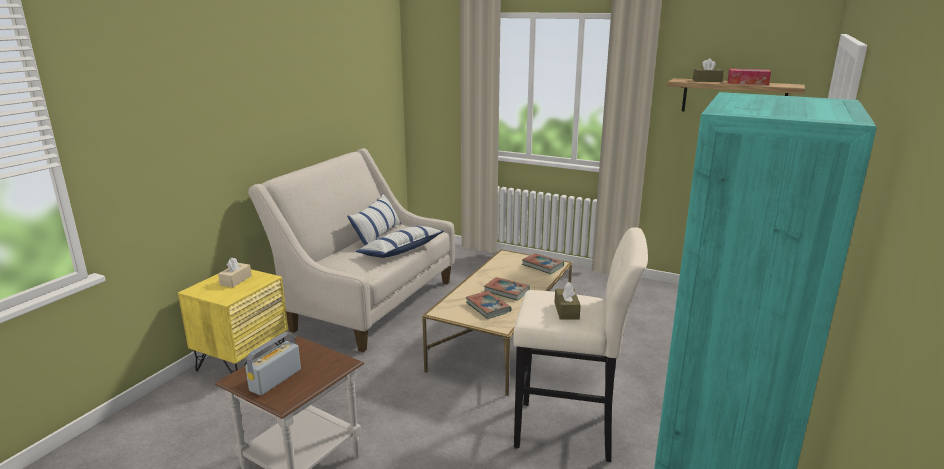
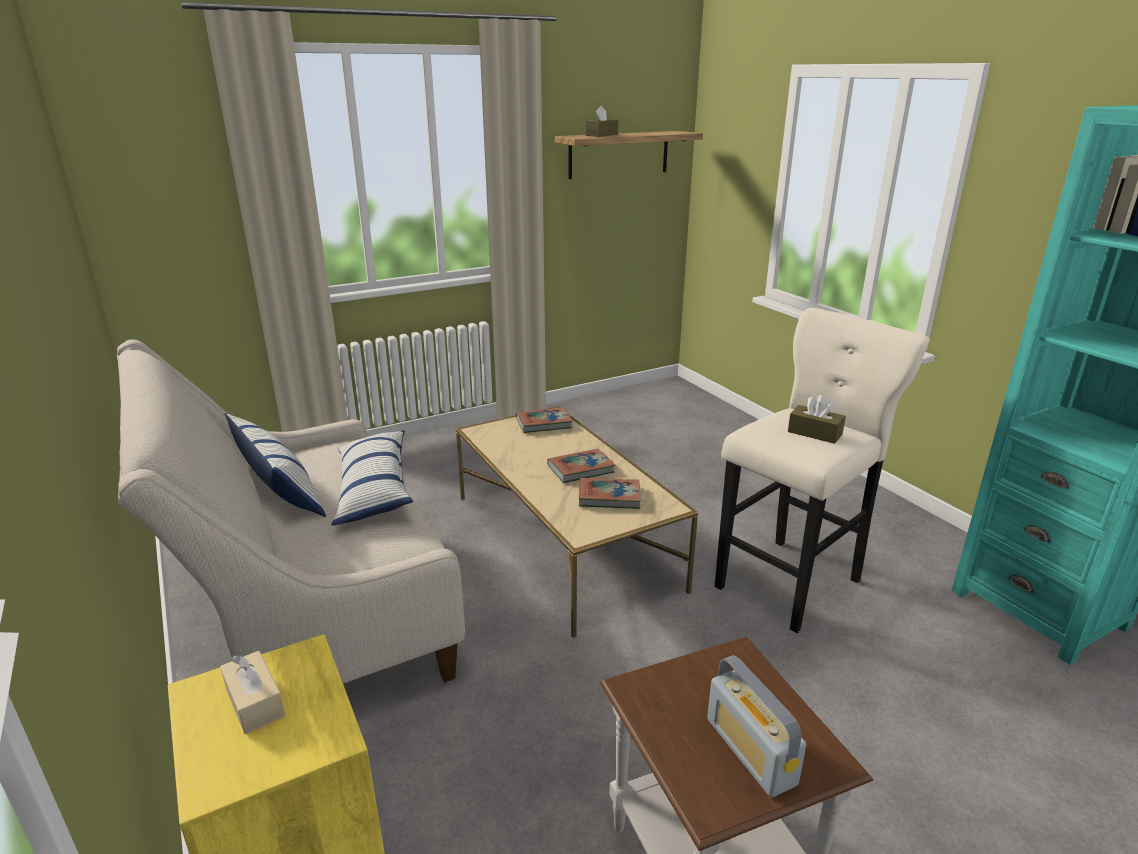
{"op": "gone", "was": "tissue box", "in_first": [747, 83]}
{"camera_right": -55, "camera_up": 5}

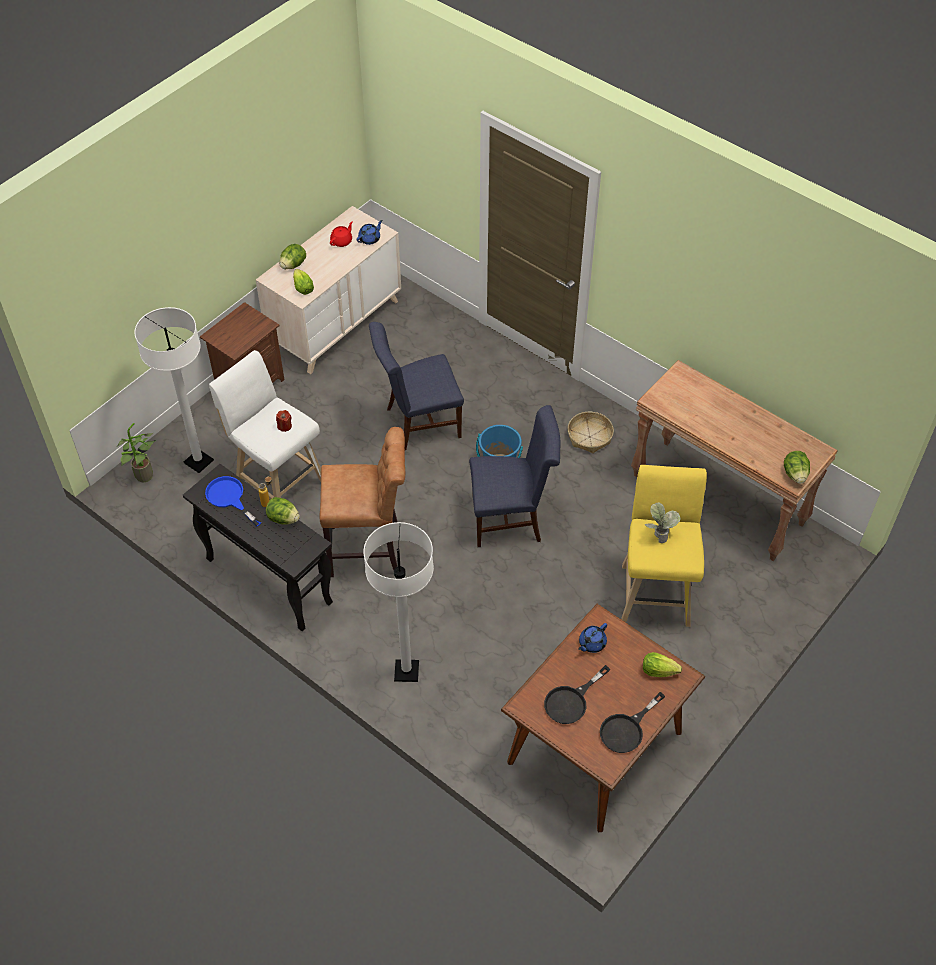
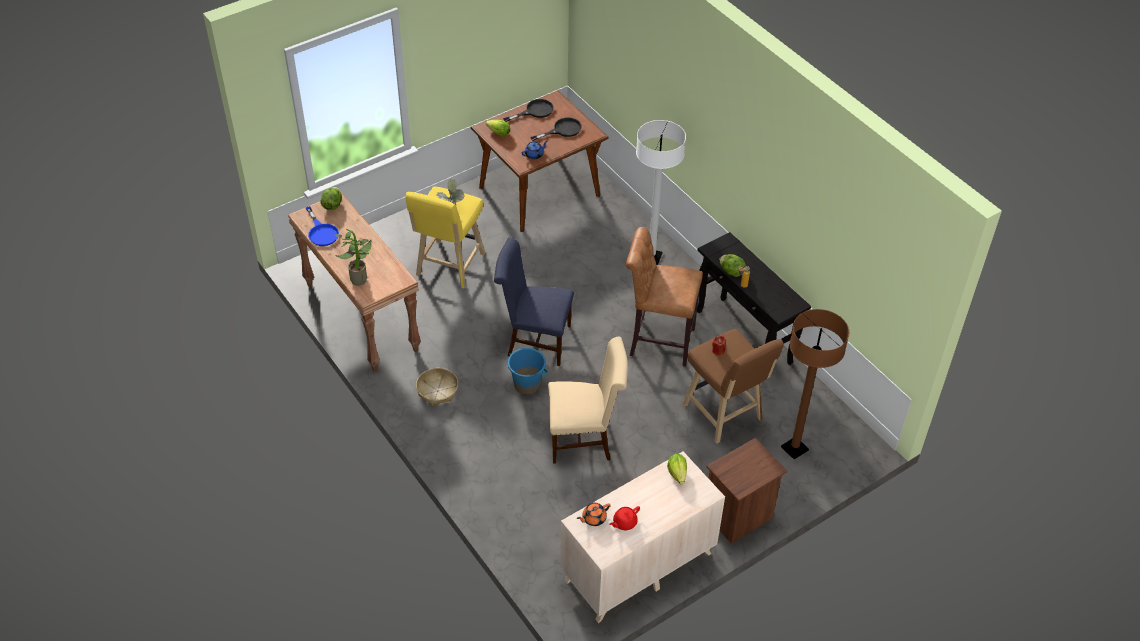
{"op": "shifted", "was": "potted plant", "in_first": [144, 478], "in_second": [359, 278]}
{"op": "repainted", "was": "floor lamp/white", "now": "floor lamp/brownish", "in_first": [198, 462], "in_second": [794, 448]}
{"op": "shifted", "was": "pan/bluish", "in_first": [229, 498], "in_second": [321, 232]}
{"op": "repainted", "was": "stool/white", "now": "stool/brownish", "in_first": [277, 480], "in_second": [725, 415]}
{"op": "gone", "was": "lettuce", "in_first": [293, 265]}
{"op": "repainted", "was": "teapot/bluish", "now": "teapot/orange", "in_first": [370, 239], "in_second": [593, 518]}
{"op": "repainted", "was": "chair/bluish", "now": "chair/sand-coloured", "in_first": [418, 423], "in_second": [585, 438]}
{"camera_right": -165, "camera_up": -5}

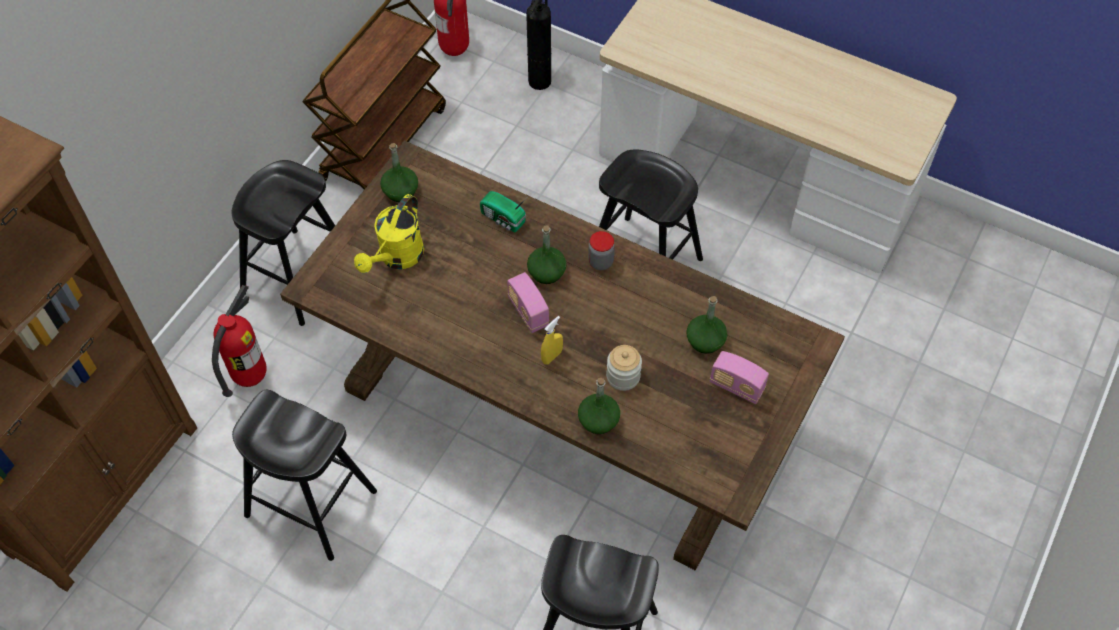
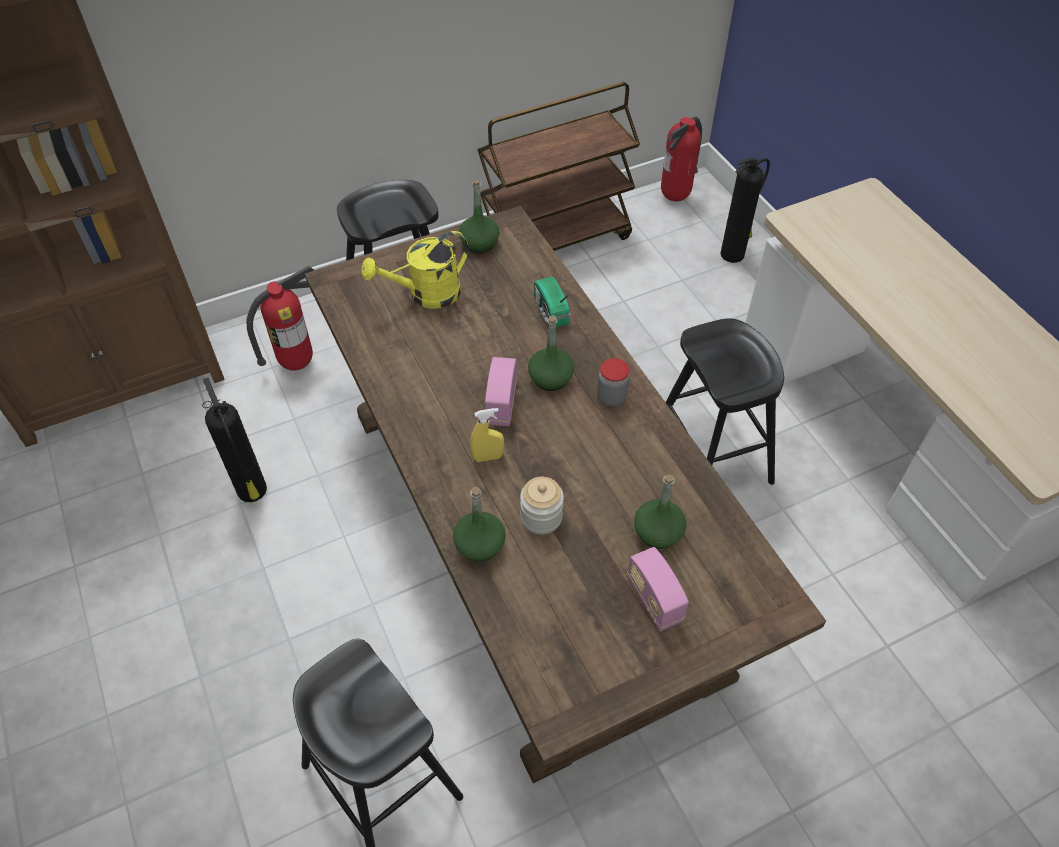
{"op": "swapped", "was": "stool/black-coloured", "now": "extinguisher", "in_first": [311, 503], "in_second": [253, 492]}
{"camera_right": 35, "camera_up": -5}

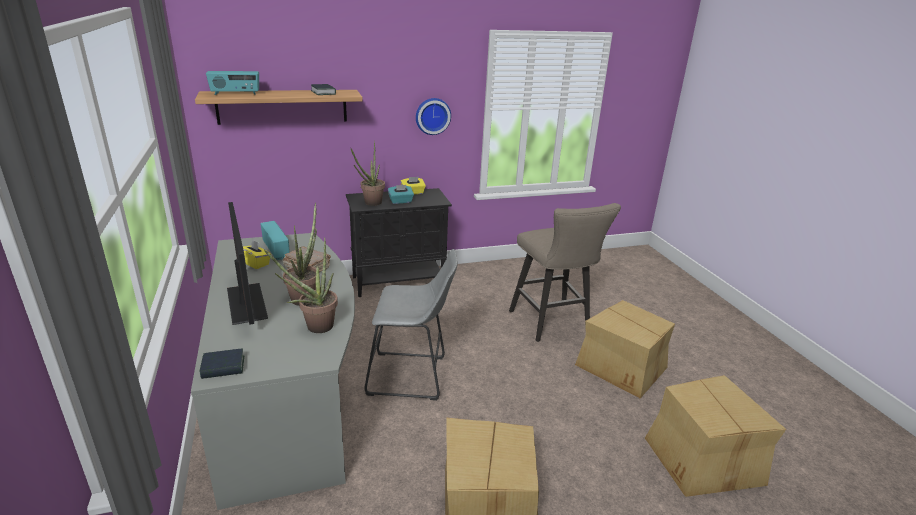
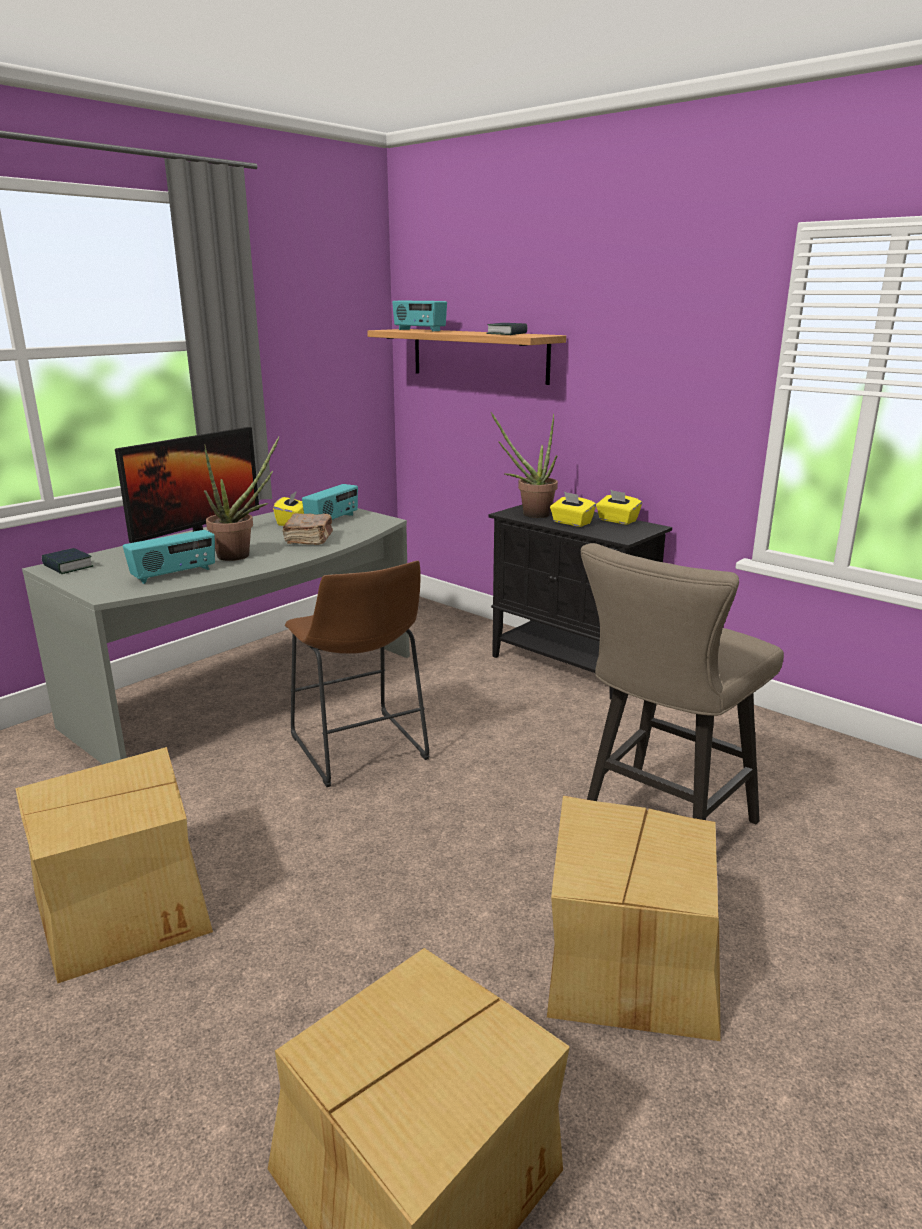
{"op": "swapped", "was": "potted plant", "now": "radio set", "in_first": [314, 327], "in_second": [174, 575]}
{"op": "repainted", "was": "stool/greyish", "now": "stool/brownish", "in_first": [412, 376], "in_second": [360, 751]}
{"op": "repainted", "was": "tissue box/blue-green", "now": "tissue box/yellowish", "in_first": [401, 201], "in_second": [571, 523]}
{"op": "gone", "was": "hanging clock", "in_first": [432, 116]}
{"camera_right": 60, "camera_up": -5}

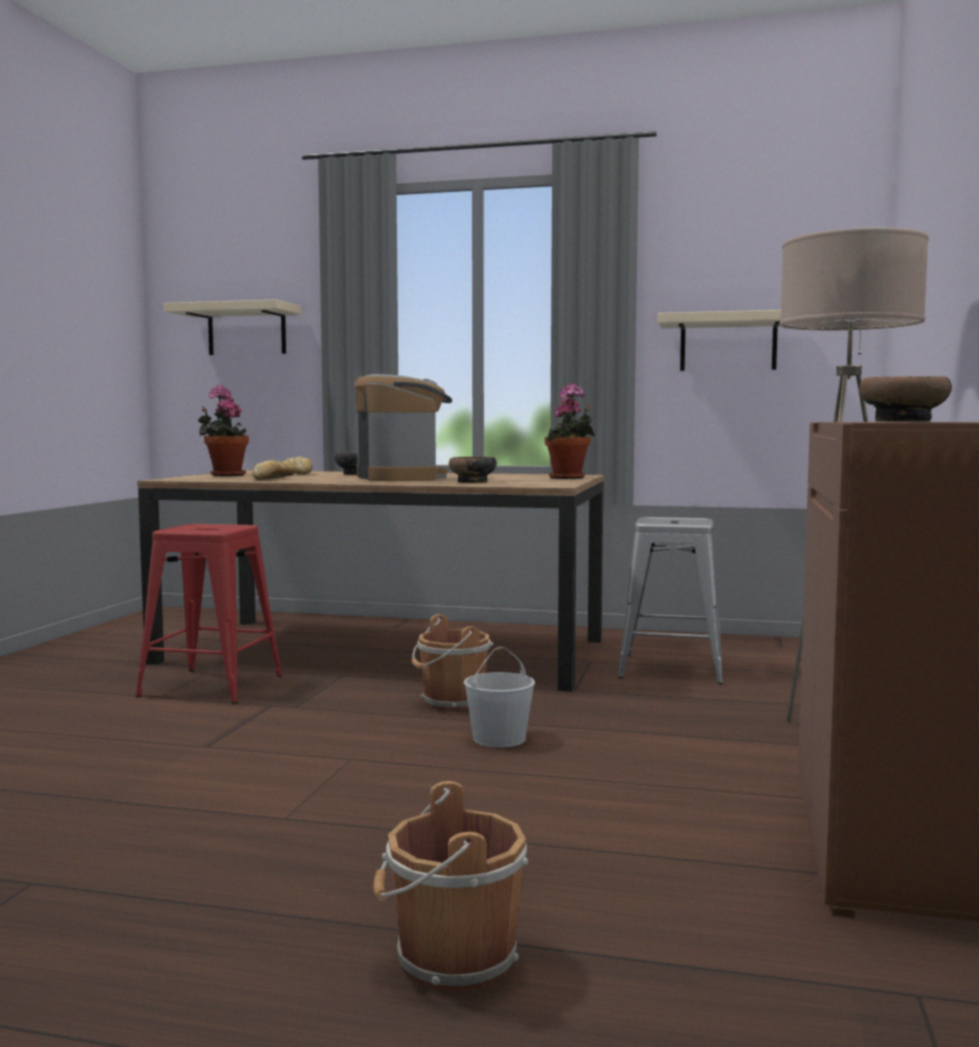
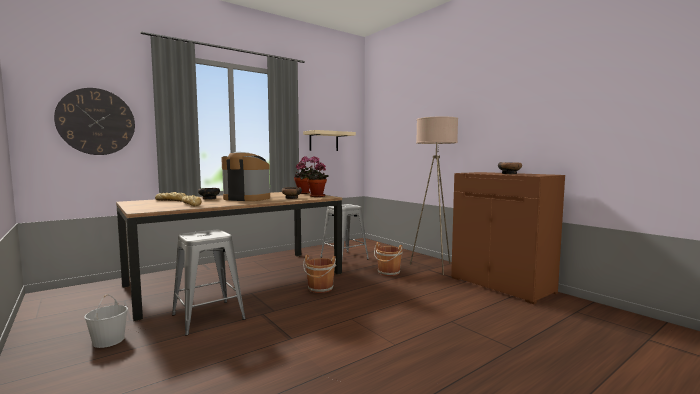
{"op": "repainted", "was": "stool/reddish", "now": "stool/greyish", "in_first": [211, 686], "in_second": [208, 317]}
{"op": "swapped", "was": "bracket shelf/sand-coloured", "now": "hanging clock", "in_first": [247, 331], "in_second": [96, 122]}
{"op": "shifted", "was": "potted plant", "in_first": [225, 475], "in_second": [316, 196]}
{"op": "shifted", "was": "water bucket/brownish", "in_first": [450, 960], "in_second": [388, 273]}
{"op": "shifted", "was": "water bucket/white", "in_first": [499, 739], "in_second": [108, 341]}
{"camera_right": -50, "camera_up": 0}

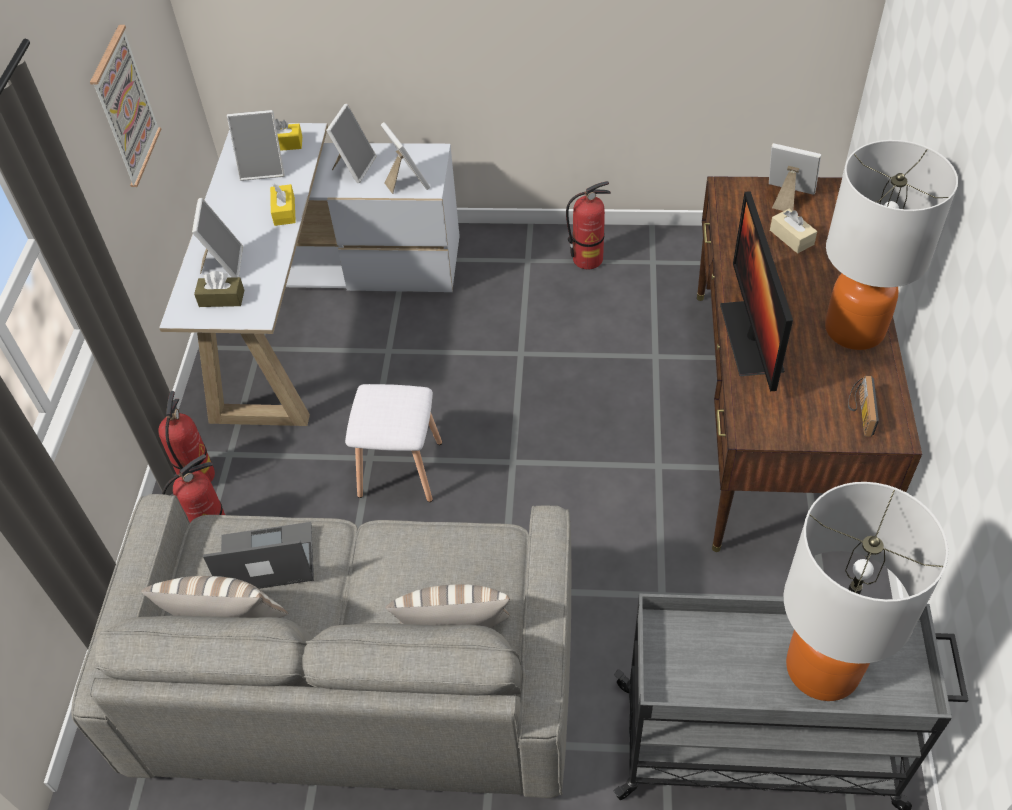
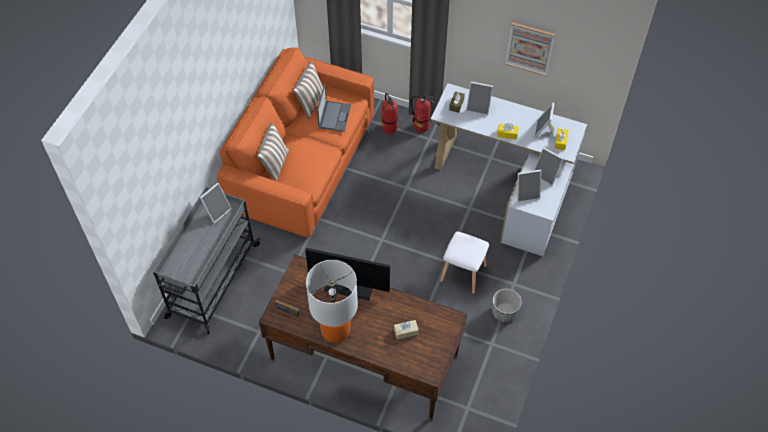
{"op": "repainted", "was": "sofa/greyish", "now": "sofa/orange", "in_first": [356, 679], "in_second": [302, 162]}
{"op": "shifted", "was": "stool/white", "in_first": [401, 470], "in_second": [462, 273]}
{"op": "swapped", "was": "extinguisher", "now": "plant pot", "in_first": [587, 259], "in_second": [504, 312]}
{"op": "shifted", "was": "standing frame", "in_first": [787, 197], "in_second": [217, 211]}
{"op": "gone", "was": "table lamp", "in_first": [822, 669]}
{"camera_right": 105, "camera_up": 5}

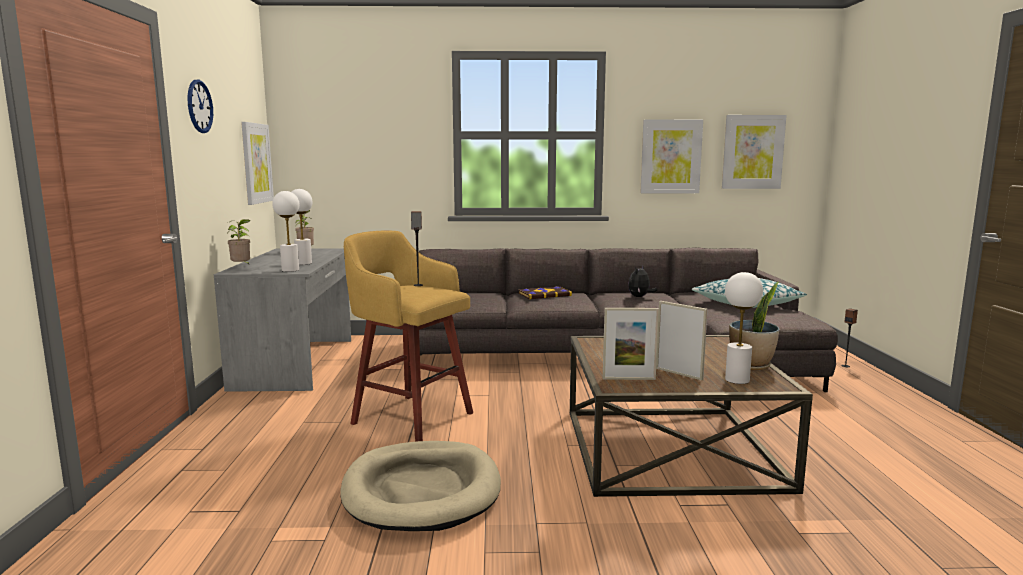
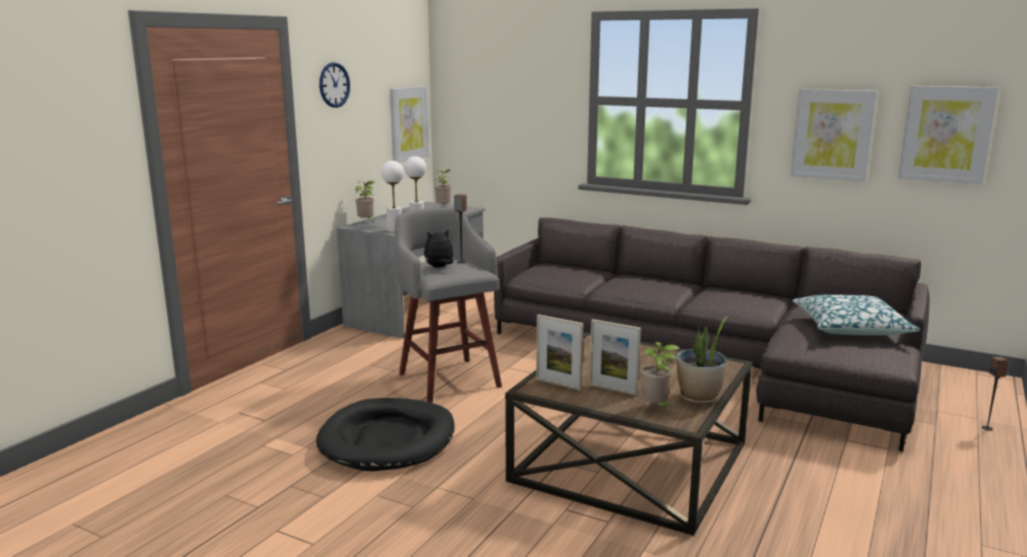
{"op": "repainted", "was": "pet bed/sand-coloured", "now": "pet bed/black-coloured", "in_first": [422, 491], "in_second": [388, 439]}
{"op": "repainted", "was": "stool/yellowish", "now": "stool/greyish", "in_first": [410, 417], "in_second": [448, 379]}
{"op": "gone", "was": "book", "in_first": [544, 294]}
{"op": "shifted", "was": "cuddly toy", "in_first": [640, 297], "in_second": [439, 267]}
{"op": "rotated", "was": "standing frame", "in_first": [679, 374], "in_second": [613, 389], "clockwise": 135}
{"op": "swapped", "was": "table lamp/white", "now": "potted plant", "in_first": [737, 380], "in_second": [656, 408]}
{"camera_right": 30, "camera_up": 5}

